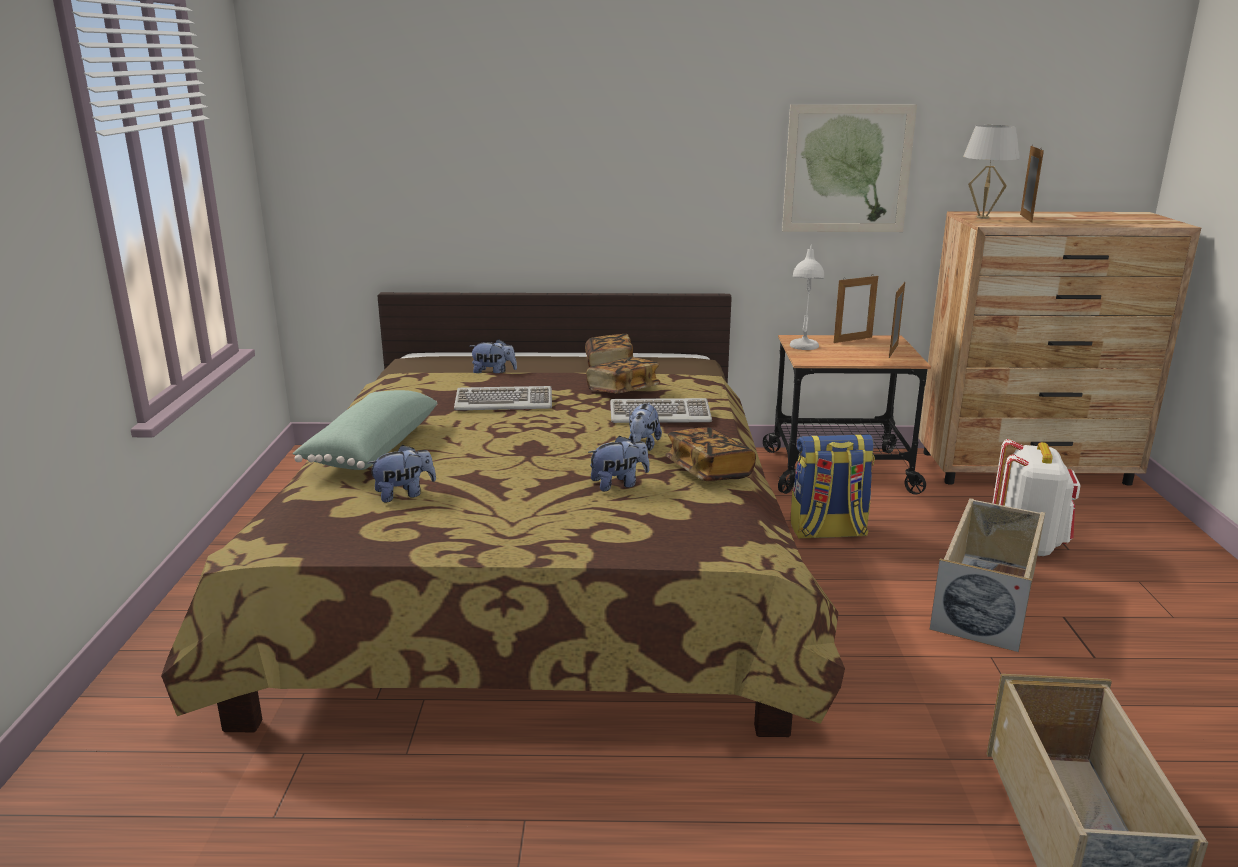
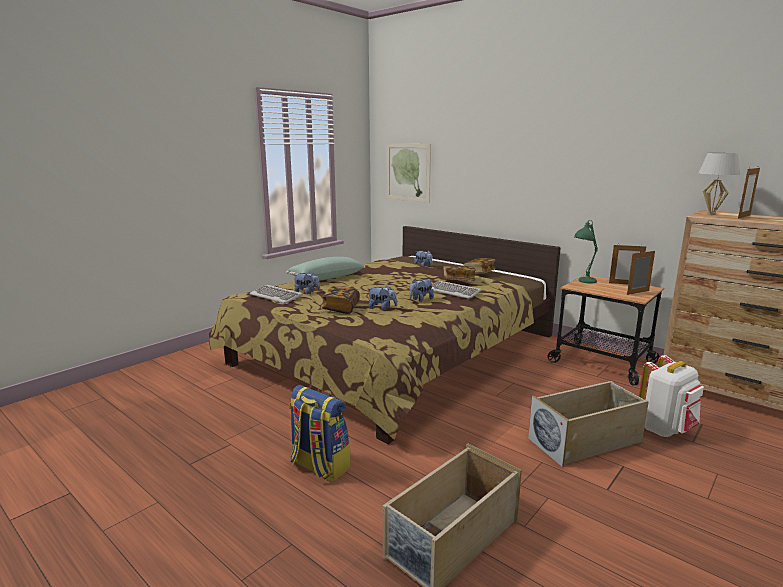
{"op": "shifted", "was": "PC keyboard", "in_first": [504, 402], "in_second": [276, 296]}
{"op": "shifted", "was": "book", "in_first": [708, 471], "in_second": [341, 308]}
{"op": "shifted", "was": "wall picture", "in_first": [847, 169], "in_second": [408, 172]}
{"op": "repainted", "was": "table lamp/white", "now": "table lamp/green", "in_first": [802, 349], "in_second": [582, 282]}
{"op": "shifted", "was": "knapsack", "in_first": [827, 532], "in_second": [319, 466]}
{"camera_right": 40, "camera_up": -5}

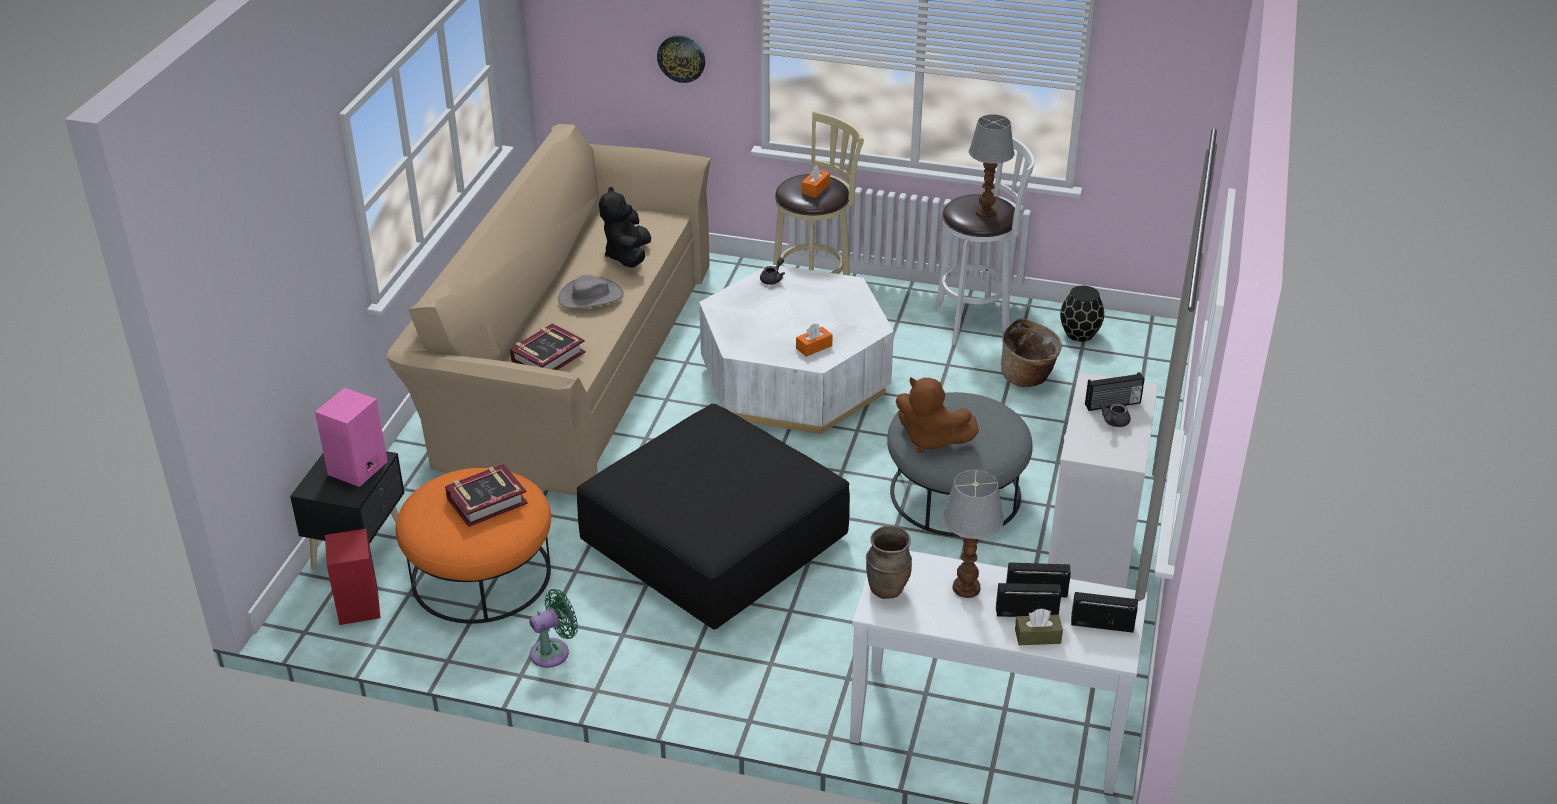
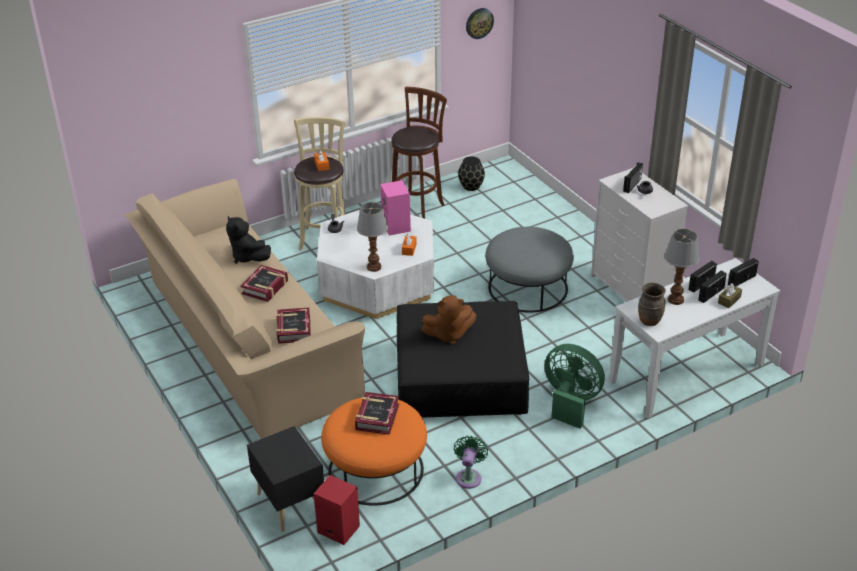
{"op": "shifted", "was": "loudspeaker/pink", "in_first": [358, 469], "in_second": [397, 227]}
{"op": "swapped", "was": "wearable hat/greyish", "now": "book", "in_first": [590, 297], "in_second": [265, 287]}
{"op": "shifted", "was": "hanging clock", "in_first": [681, 58], "in_second": [479, 23]}
{"op": "shifted", "was": "cuddly toy/brownish", "in_first": [930, 439], "in_second": [449, 334]}
{"op": "repainted", "was": "stool/white", "now": "stool/brownish", "in_first": [976, 322], "in_second": [418, 206]}
{"op": "shifted", "was": "table lamp", "in_first": [987, 213], "in_second": [374, 267]}
{"op": "gone", "was": "basket", "in_first": [1028, 377]}
{"op": "new", "now": "fan/green", "in_second": [570, 401]}
{"camera_right": -45, "camera_up": 0}

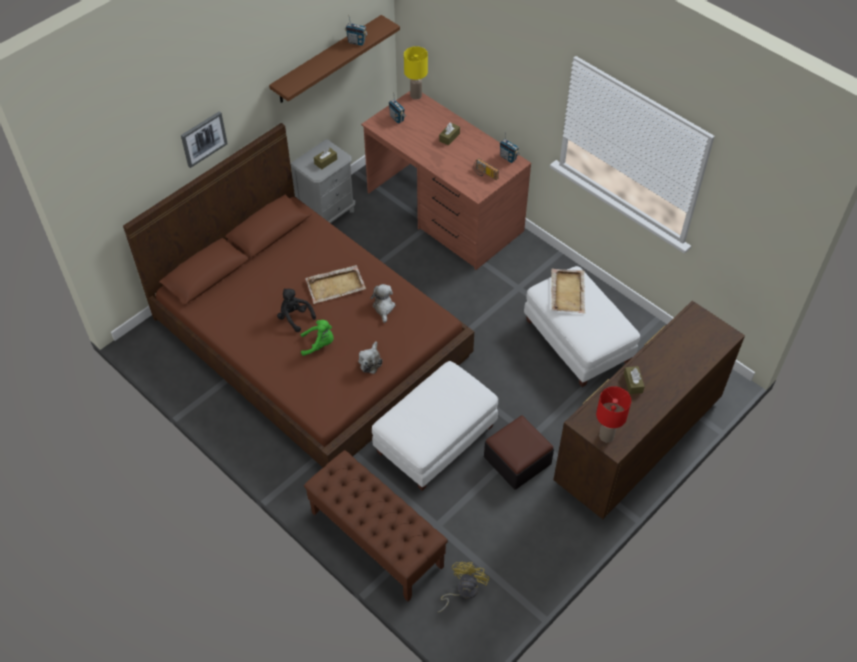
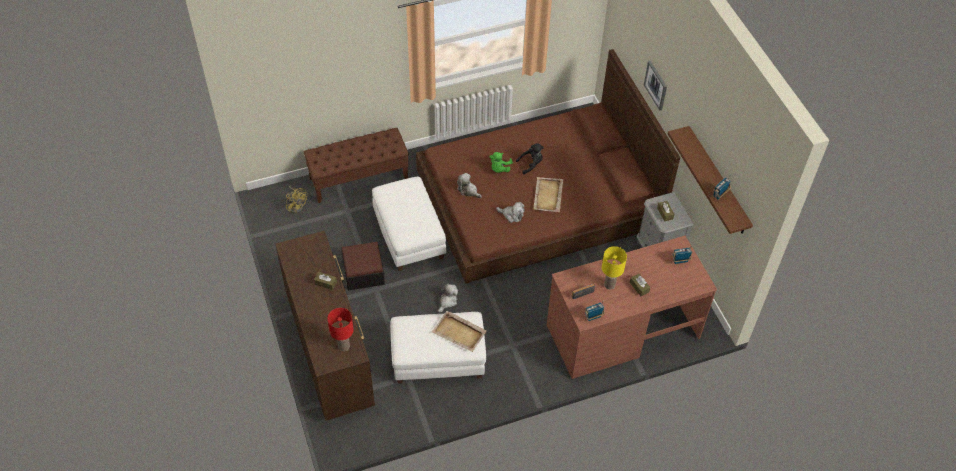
{"op": "shifted", "was": "table lamp/yellowish", "in_first": [415, 95], "in_second": [609, 284]}
{"op": "shifted", "was": "table lamp/reddish", "in_first": [606, 436], "in_second": [343, 346]}
{"op": "new", "now": "cuddly toy", "in_second": [447, 301]}
{"camera_right": 115, "camera_up": 0}

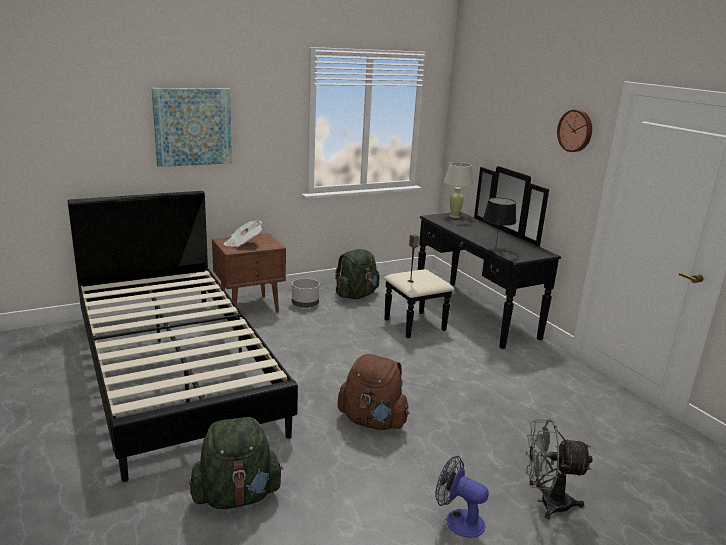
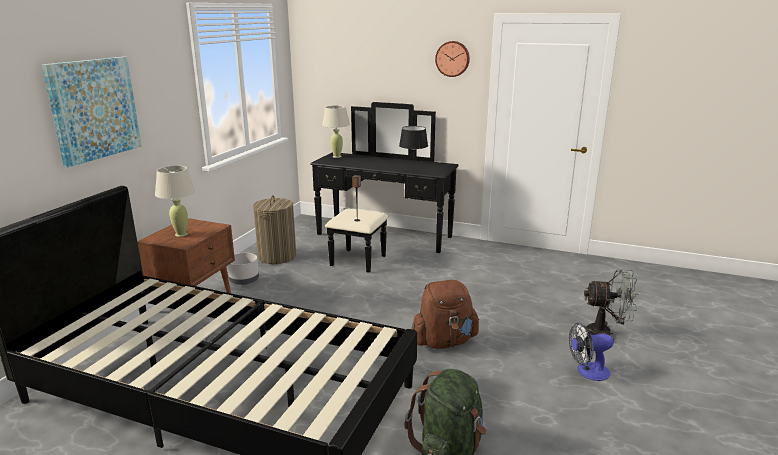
{"op": "swapped", "was": "daily paper", "now": "table lamp/sand-coloured", "in_first": [243, 243], "in_second": [181, 234]}
{"op": "swapped", "was": "knapsack/green", "now": "hamper", "in_first": [356, 295], "in_second": [277, 256]}
{"op": "rotated", "was": "fan/greyish", "in_first": [546, 502], "in_second": [605, 333], "clockwise": -135}
{"camera_right": -40, "camera_up": 0}

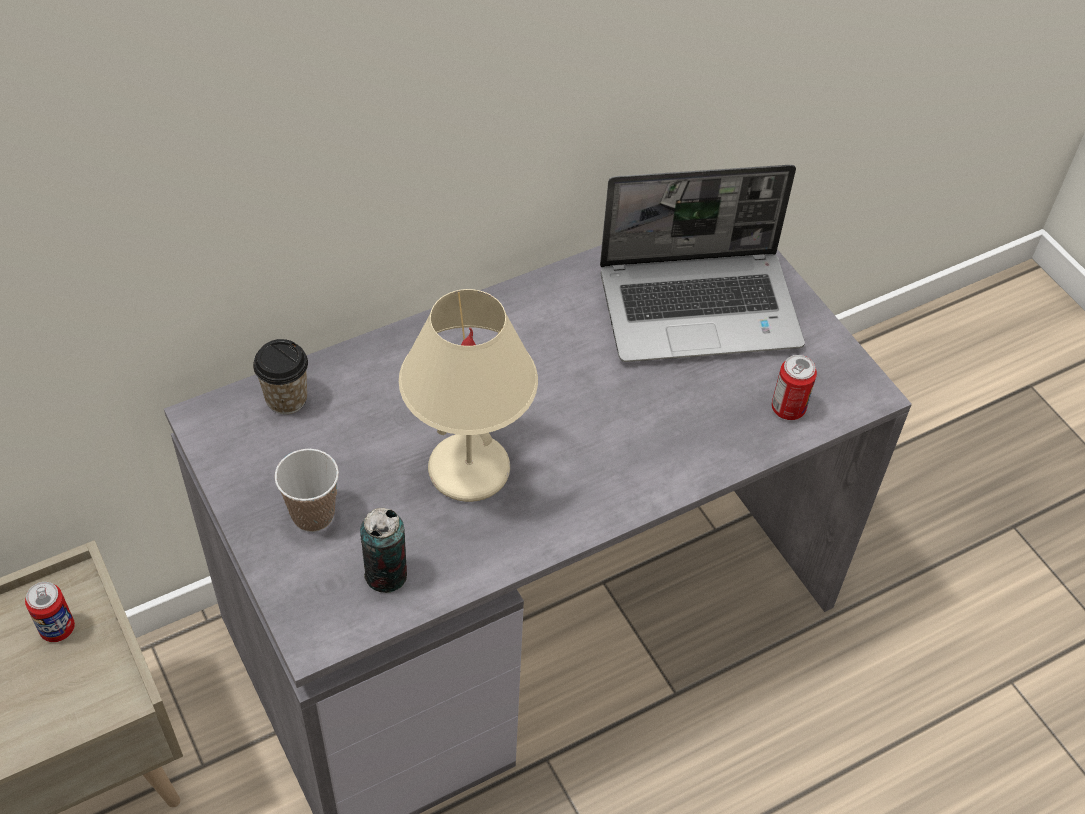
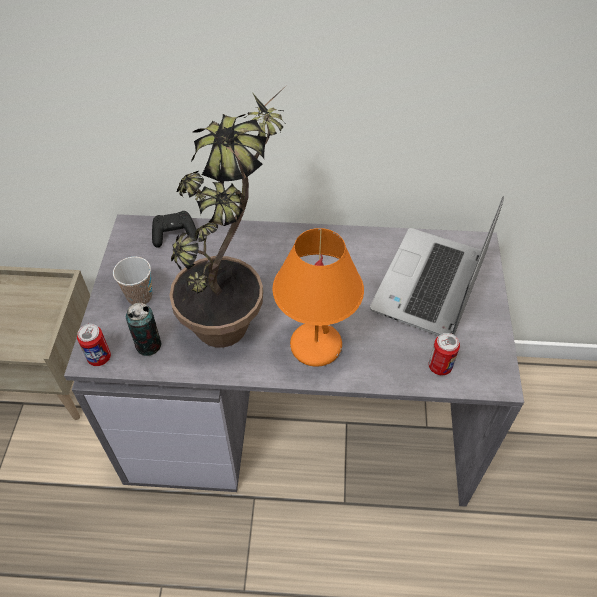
{"op": "shifted", "was": "metal can", "in_first": [57, 628], "in_second": [99, 357]}
{"op": "swapped", "was": "small cup", "now": "gamepad/black-coloured", "in_first": [286, 399], "in_second": [174, 235]}
{"op": "swapped", "was": "table lamp/sand-coloured", "now": "potted plant", "in_first": [470, 469], "in_second": [234, 312]}
{"op": "rotated", "was": "notebook computer", "in_first": [701, 307], "in_second": [430, 285], "clockwise": 90}
{"op": "new", "now": "table lamp/orange", "in_second": [317, 345]}
{"camera_right": 35, "camera_up": 0}

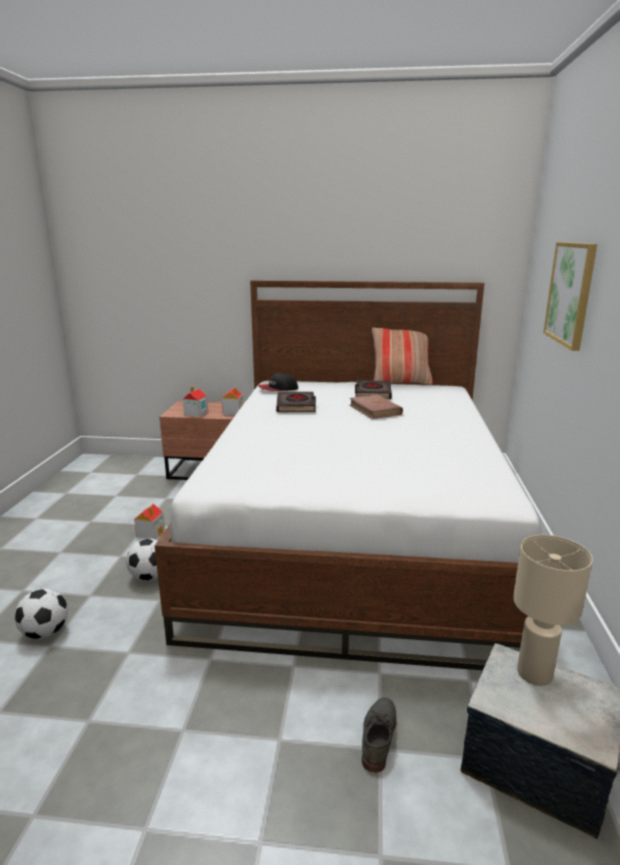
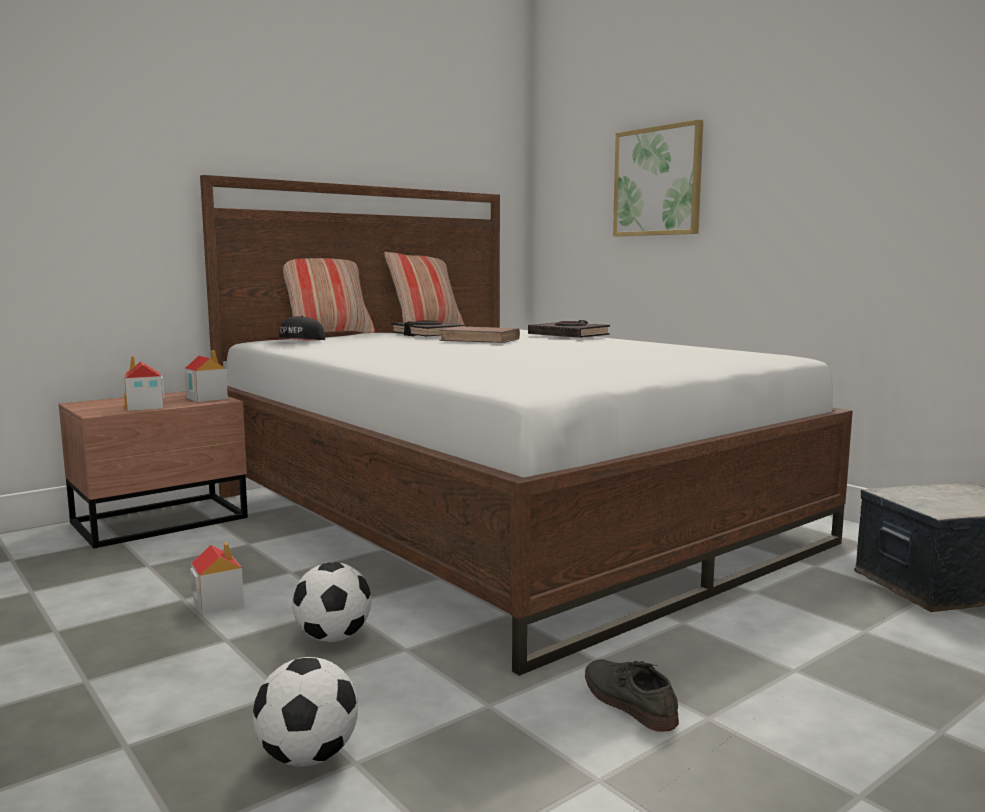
{"op": "shifted", "was": "book/black-coloured", "in_first": [296, 406], "in_second": [569, 336]}
{"op": "shifted", "was": "shoe/greyish", "in_first": [378, 735], "in_second": [627, 701]}
{"op": "gone", "was": "table lamp/sand-coloured", "in_first": [534, 673]}
{"op": "new", "now": "throw pillow", "in_second": [328, 334]}
{"camera_right": -45, "camera_up": -10}

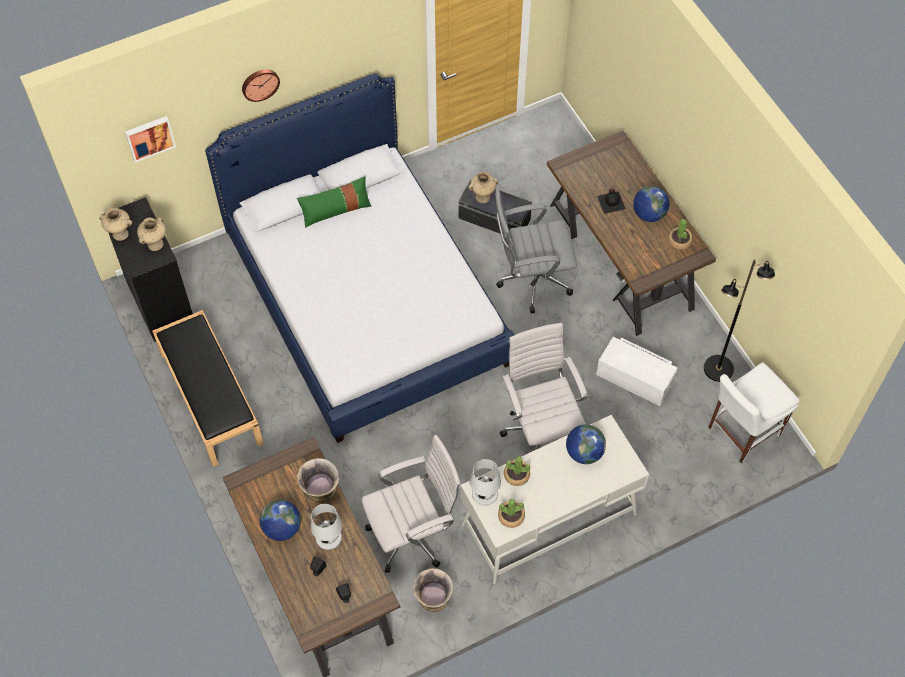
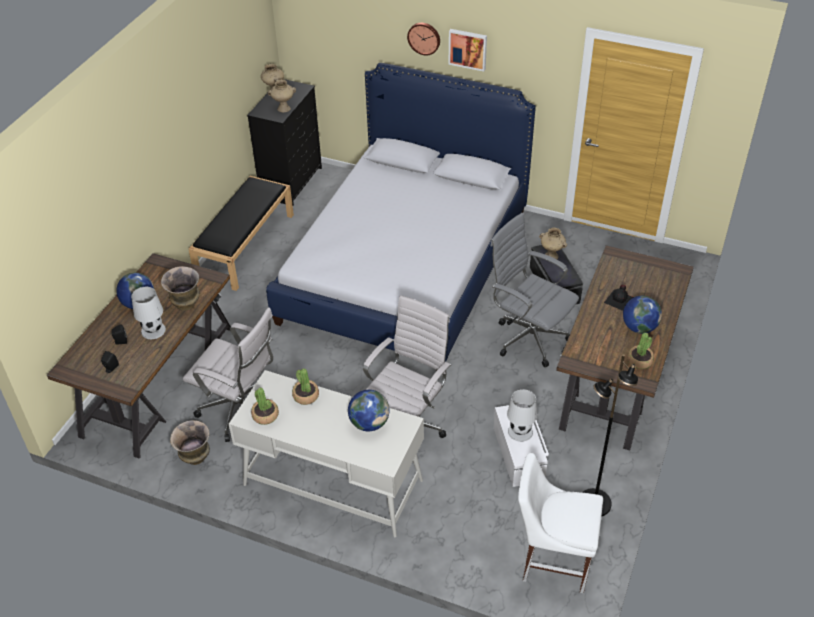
{"op": "shifted", "was": "wall picture", "in_first": [149, 137], "in_second": [468, 49]}
{"op": "gone", "was": "throw pillow/green", "in_first": [336, 210]}
{"op": "shifted", "was": "table lamp/white", "in_first": [484, 493], "in_second": [520, 431]}
{"camera_right": 50, "camera_up": -15}

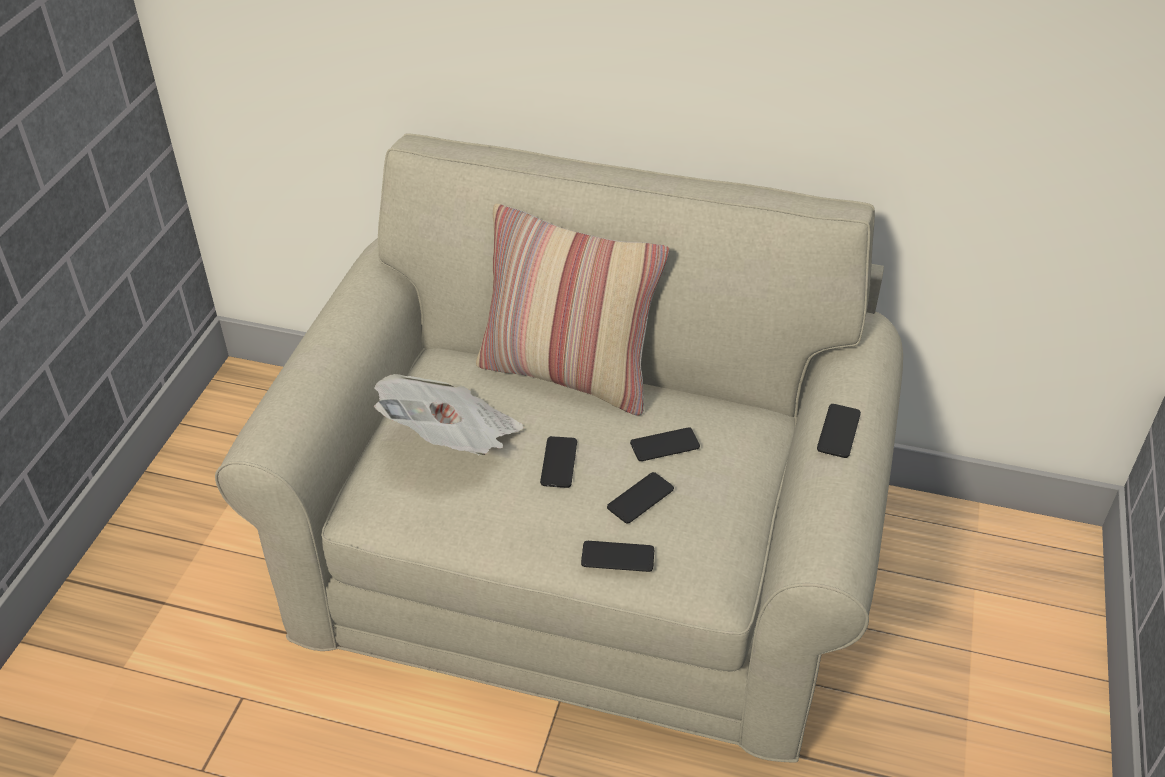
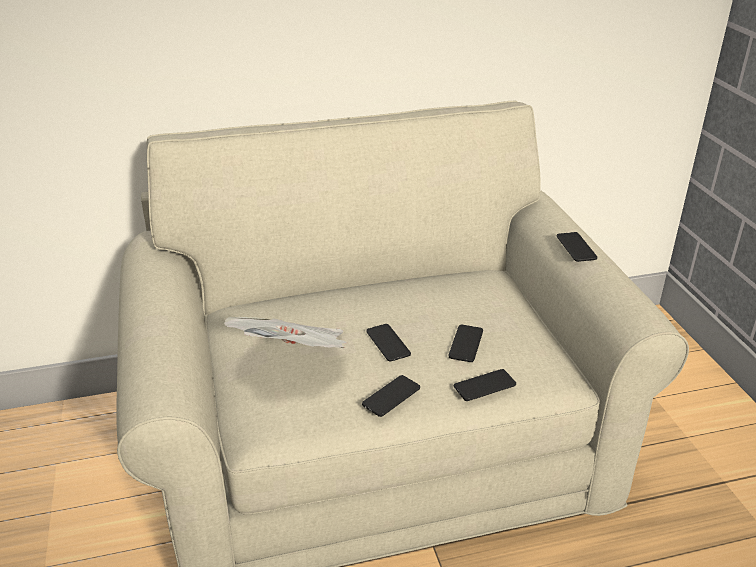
{"op": "gone", "was": "throw pillow", "in_first": [568, 374]}
{"op": "shifted", "was": "phone", "in_first": [665, 445], "in_second": [391, 396]}
{"camera_right": -30, "camera_up": -10}

